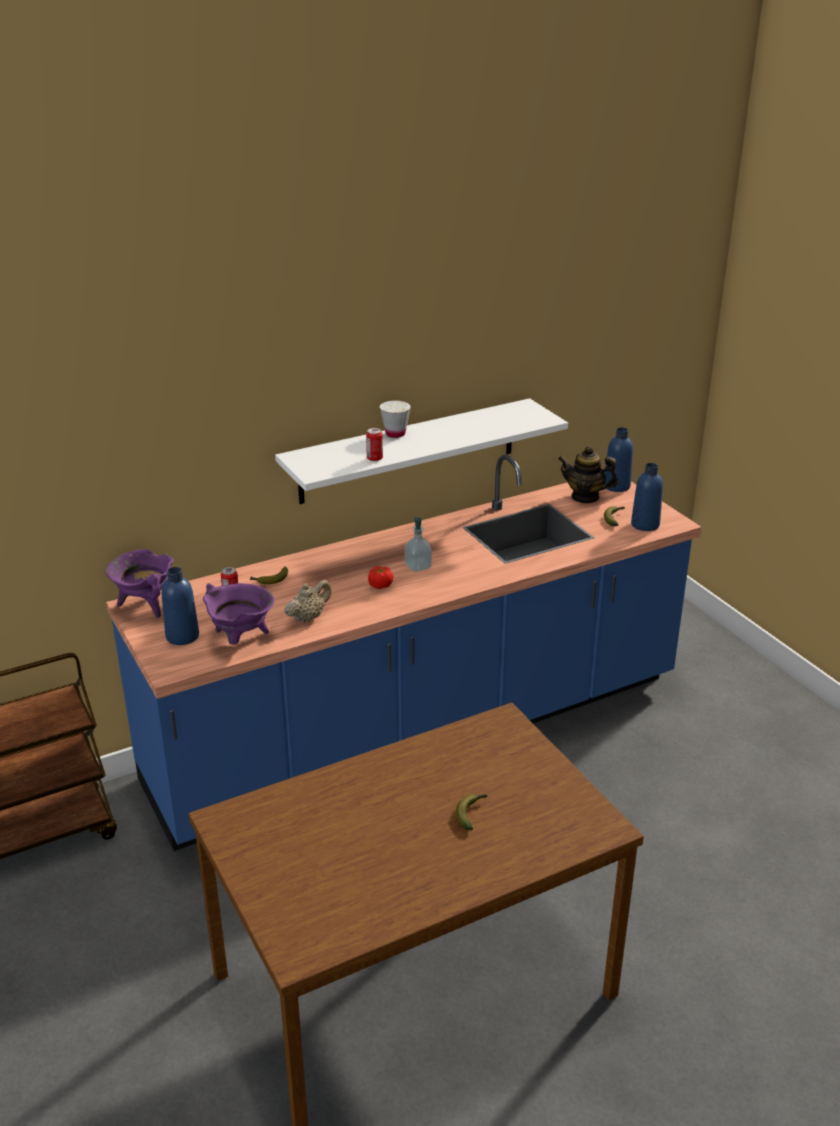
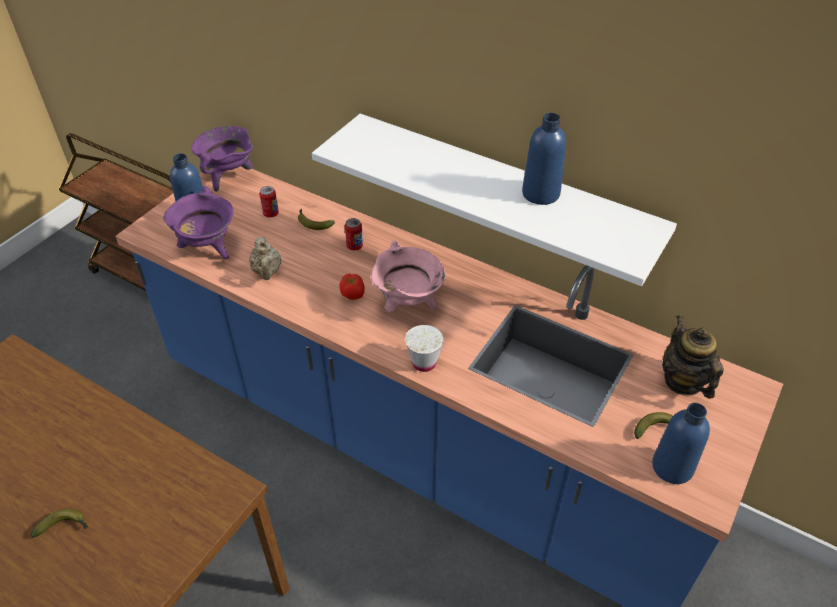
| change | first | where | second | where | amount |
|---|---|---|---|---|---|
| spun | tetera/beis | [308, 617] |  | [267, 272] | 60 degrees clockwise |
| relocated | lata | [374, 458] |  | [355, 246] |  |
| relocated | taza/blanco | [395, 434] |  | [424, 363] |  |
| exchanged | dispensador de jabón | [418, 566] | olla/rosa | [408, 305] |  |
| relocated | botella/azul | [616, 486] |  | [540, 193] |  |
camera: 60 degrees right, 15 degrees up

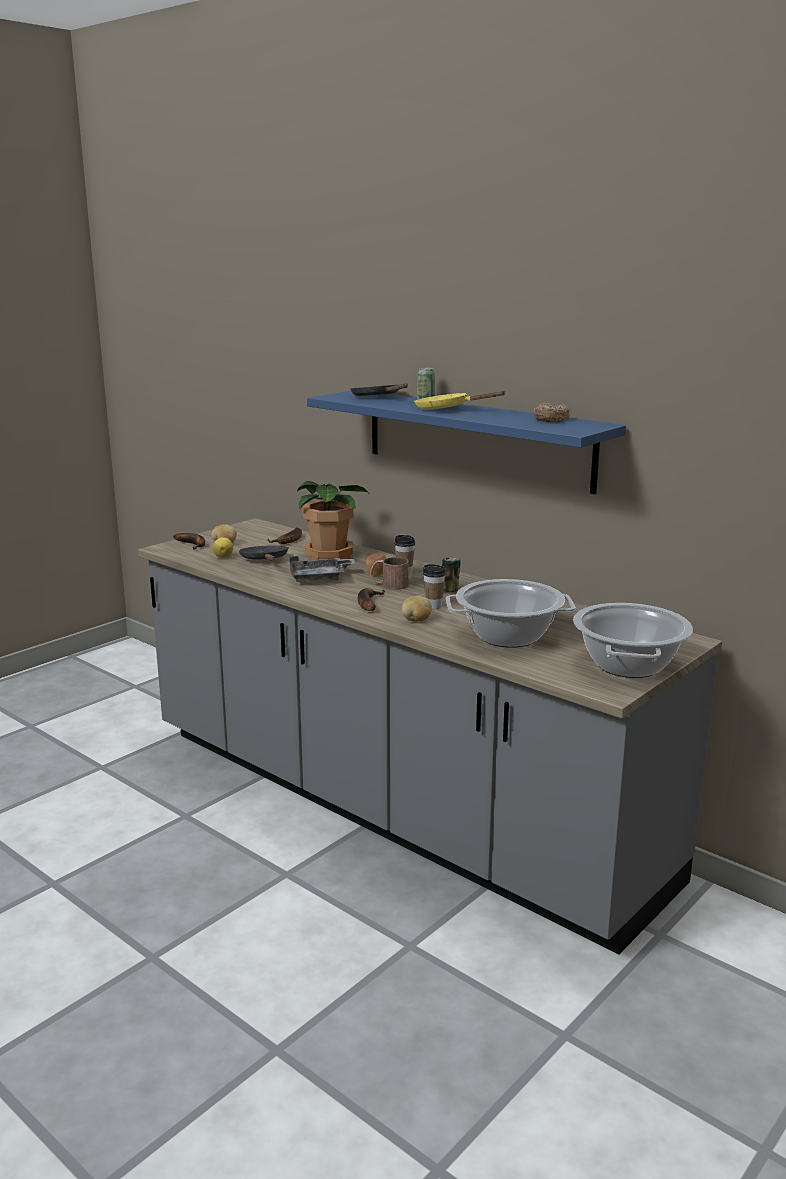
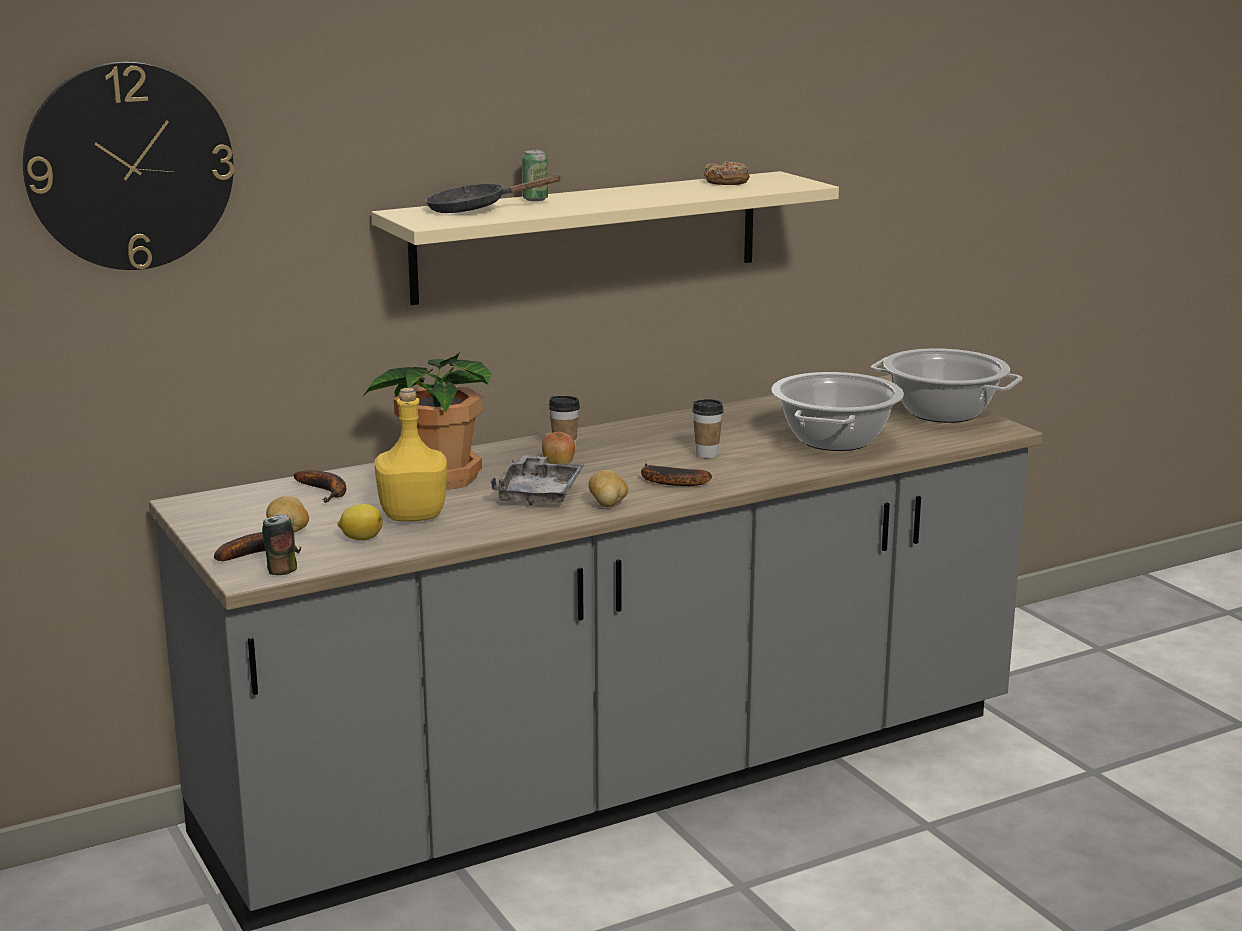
| change | first | where | second | where | amount |
|---|---|---|---|---|---|
| exchanged | sartén/negro | [265, 560] | botella/amarillo | [414, 515] |  |
| colour | estante/azul | [476, 439] | estante/beis | [588, 236] |  |
| missing | taza grande/marrón | [389, 585] |  |  |  |
| relocated | patata | [416, 620] |  | [608, 505] |  |
| missing | sartén/amarillo | [448, 409] |  |  |  |
| relocated | lata | [450, 590] |  | [281, 571] |  |
| appeared |  |  | reloj de pared | [129, 166] |  |
camera: 70 degrees left, 0 degrees up

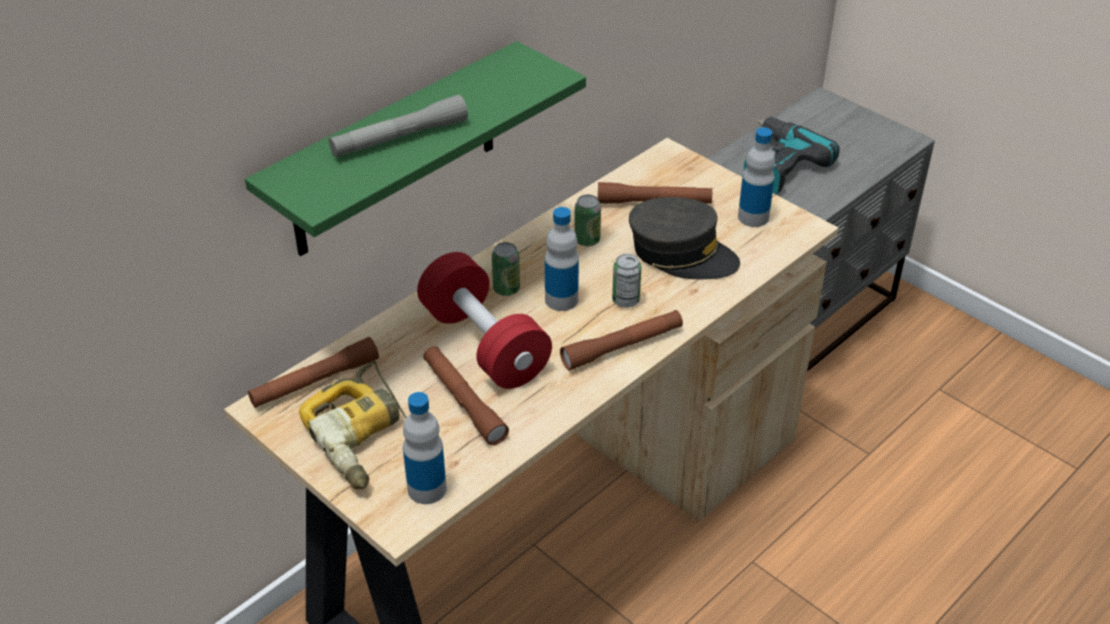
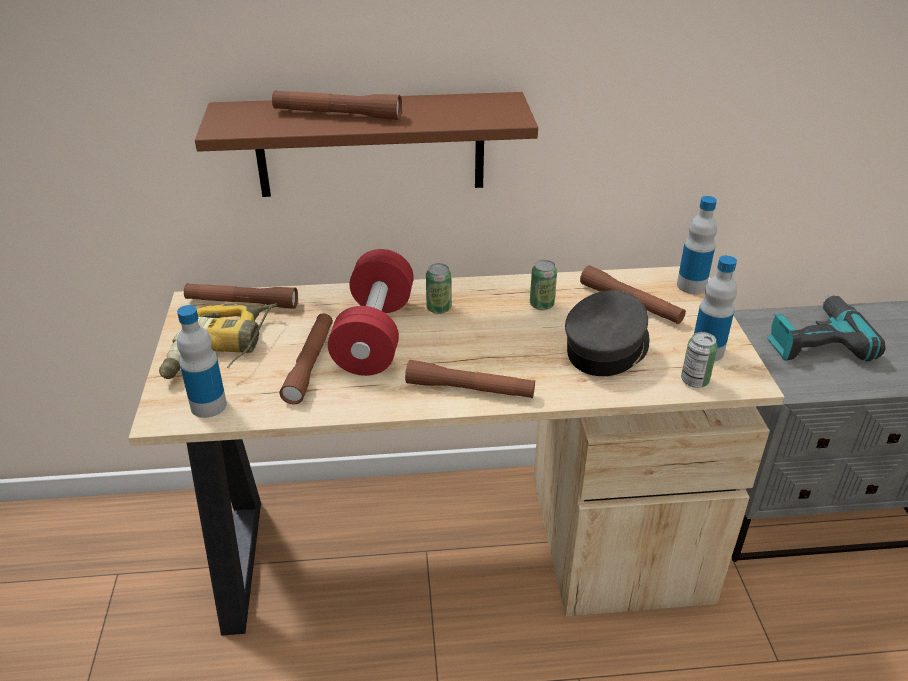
| change | first | where | second | where | amount |
|---|---|---|---|---|---|
| colour | estante/verde | [394, 152] | estante/marrón | [370, 145] |  |
| colour | linterna/gris | [399, 138] | linterna/marrón | [337, 115] |  |
| relocated | botella | [561, 300] |  | [691, 286] |  |
| relocated | lata | [625, 300] |  | [694, 381] |  |
| spun | gorra/gris | [681, 253] |  | [607, 348] | 120 degrees counterclockwise |
camera: 40 degrees right, 5 degrees down

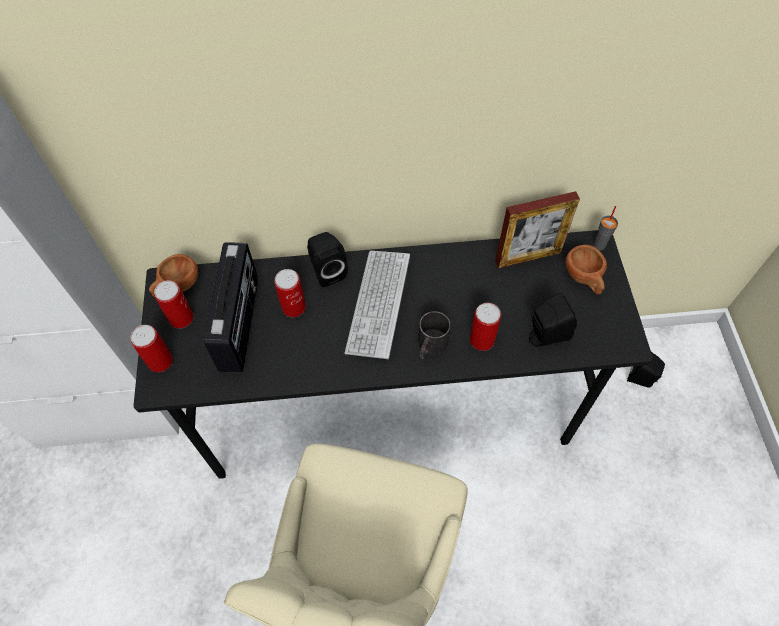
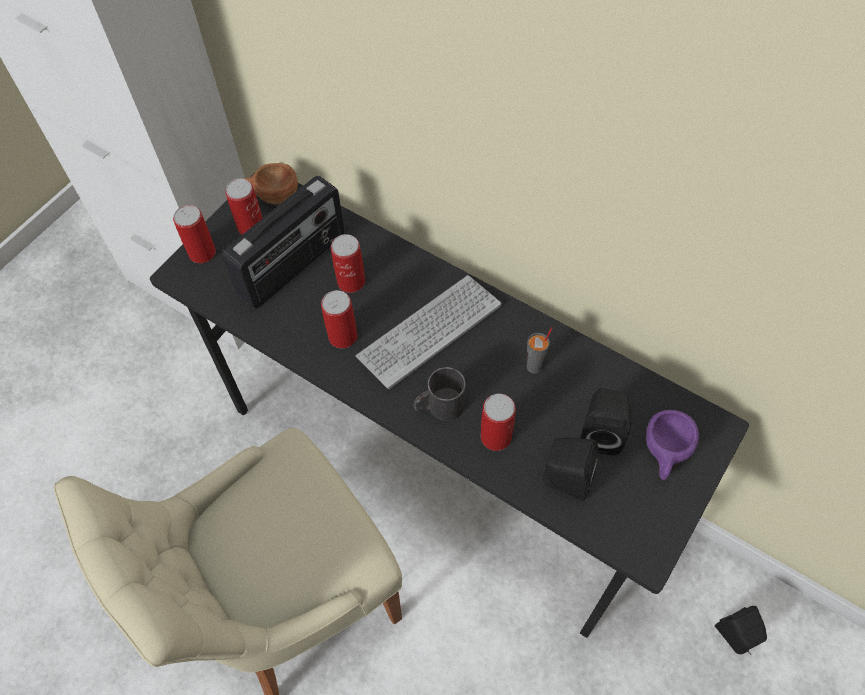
| change | first | where | second | where | amount |
|---|---|---|---|---|---|
| relocated | altavoz/negro | [327, 271] |  | [601, 432] |  |
| missing | portarretratos | [528, 257] |  |  |  |
| colour | taza/marrón | [584, 279] | taza/morado | [665, 453] |  |
| relocated | taza/gris | [599, 245] |  | [534, 367] |  |
| appeared |  |  | lata | [343, 336] |  |
camera: 40 degrees right, 0 degrees up

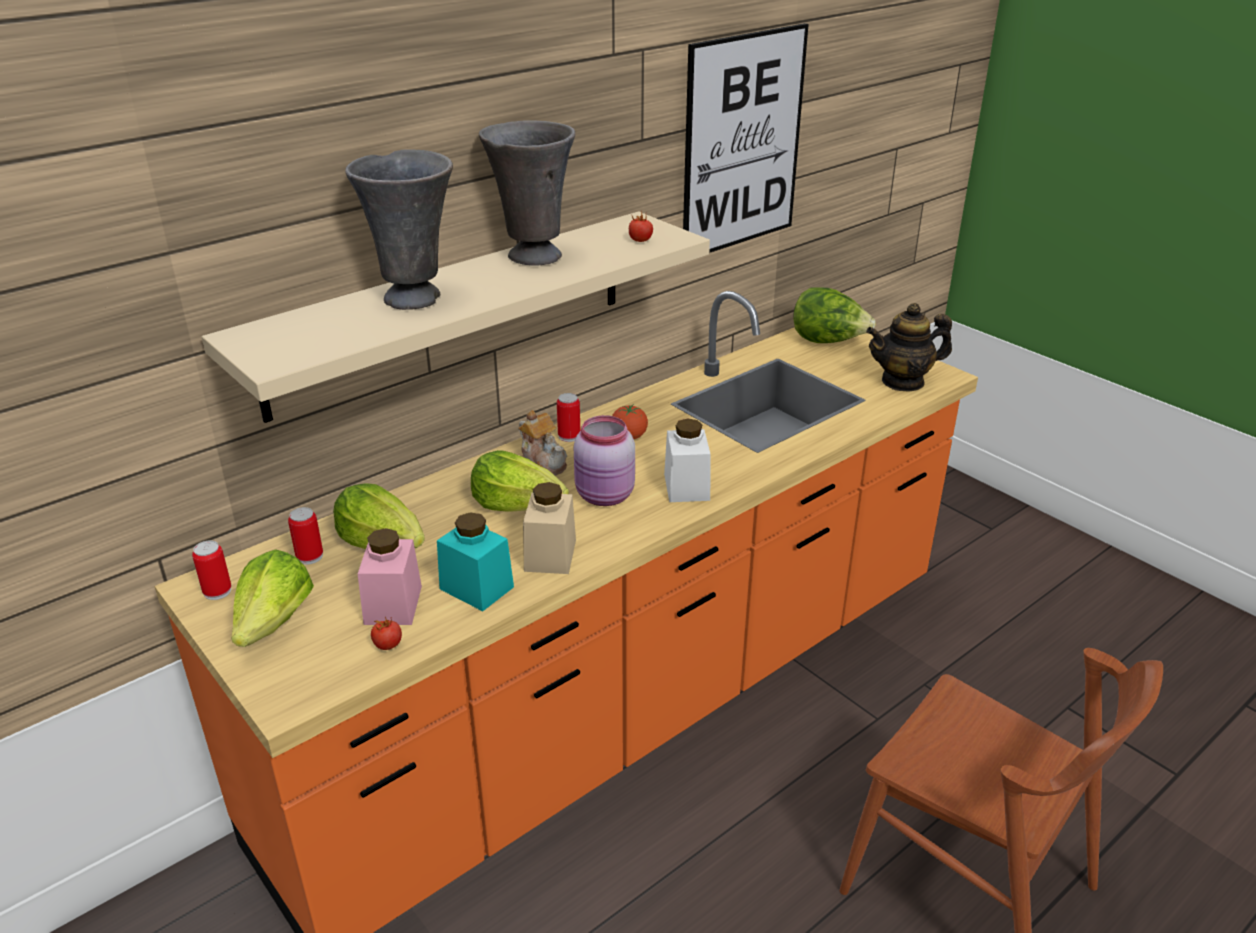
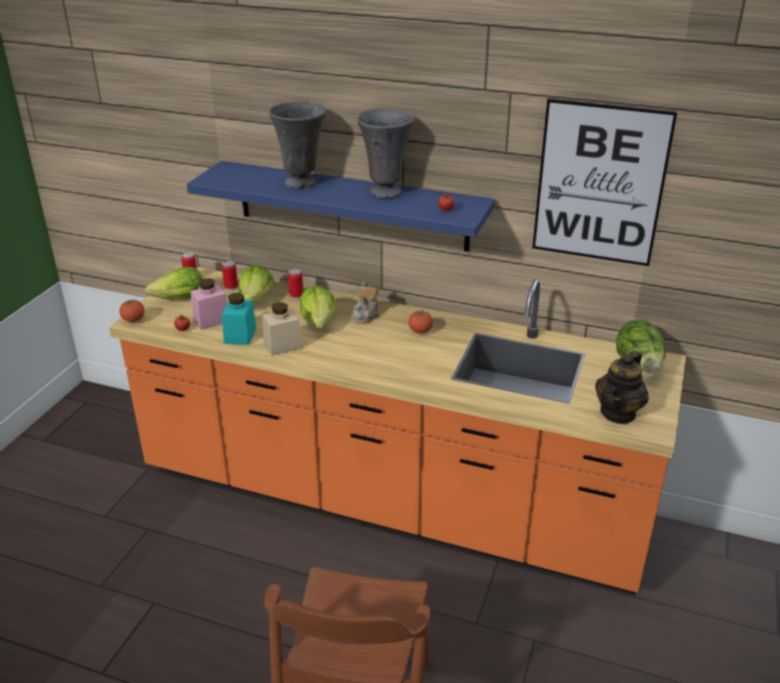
| change | first | where | second | where | amount |
|---|---|---|---|---|---|
| colour | estante/beis | [452, 311] | estante/azul | [351, 205] |  |
| relocated | lata | [569, 436] |  | [296, 296] |  |
| missing | tarro/rosa | [605, 496] |  |  |  |
| missing | tarro/blanco | [686, 487] |  |  |  |
| spun | tetera | [903, 381] |  | [618, 413] | 105 degrees counterclockwise |
| appeared |  |  | tomate | [133, 320] |  |
camera: 60 degrees right, 0 degrees up

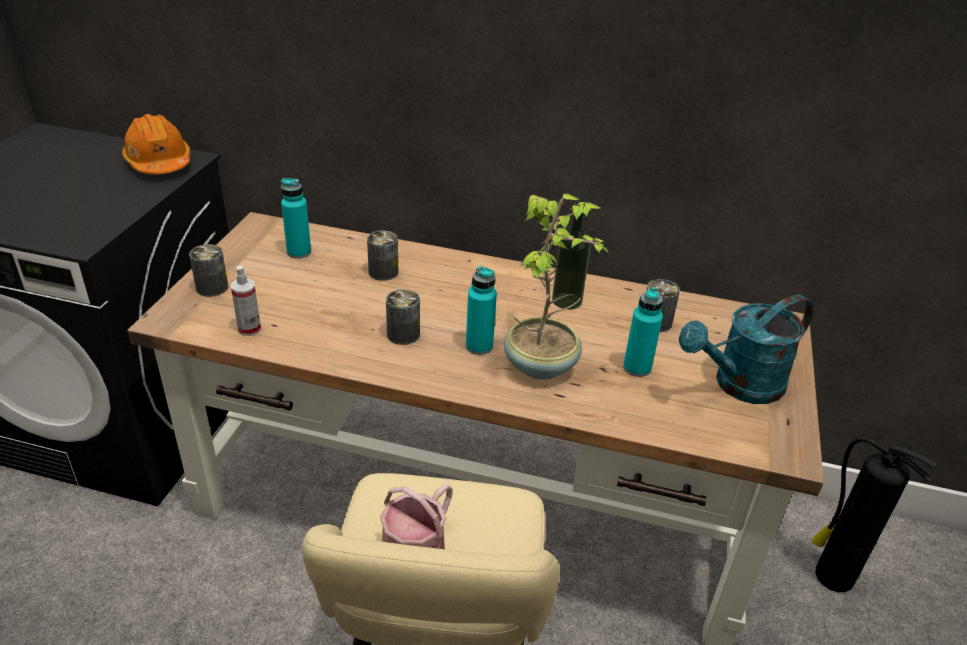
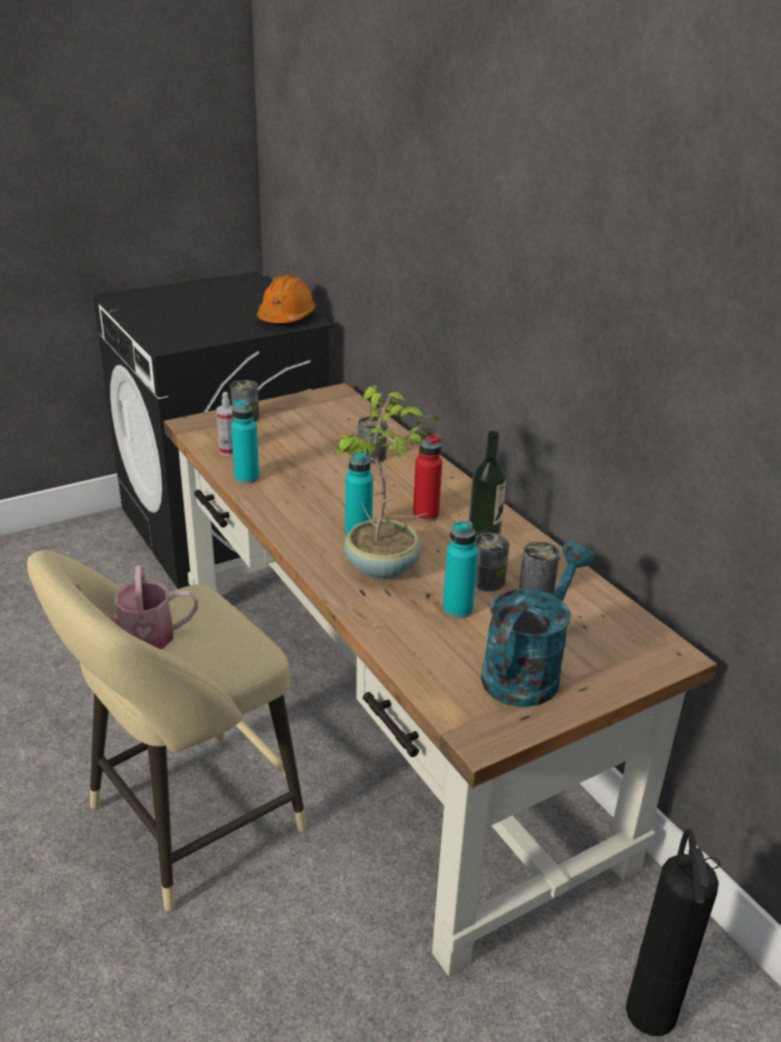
| change | first | where | second | where | amount |
|---|---|---|---|---|---|
| relocated | botella/turquesa | [299, 252] |  | [246, 478] |  |
| relocated | lata | [403, 334] |  | [487, 581] |  |
| spun | regadera/turquesa | [739, 385] |  | [527, 669] | 105 degrees clockwise |
| appeared |  |  | botella/rojo | [425, 515] |  |
camera: 45 degrees right, 5 degrees down

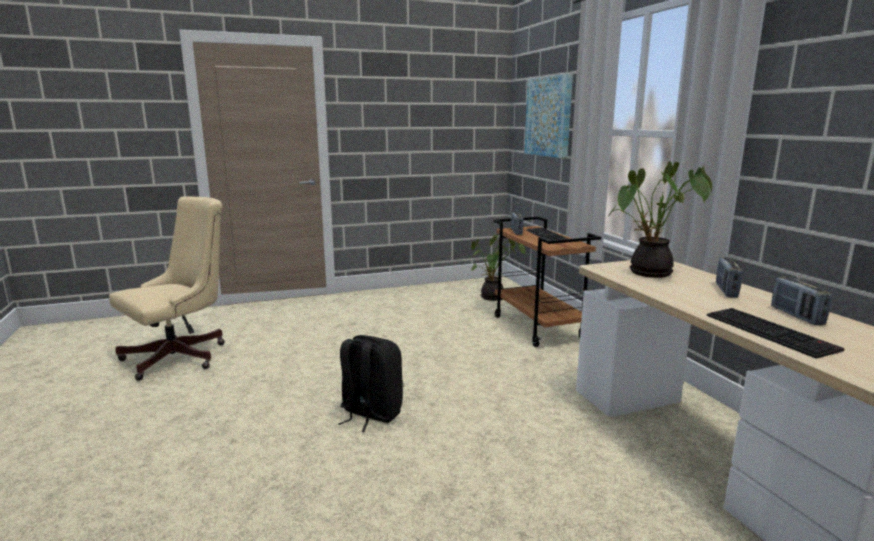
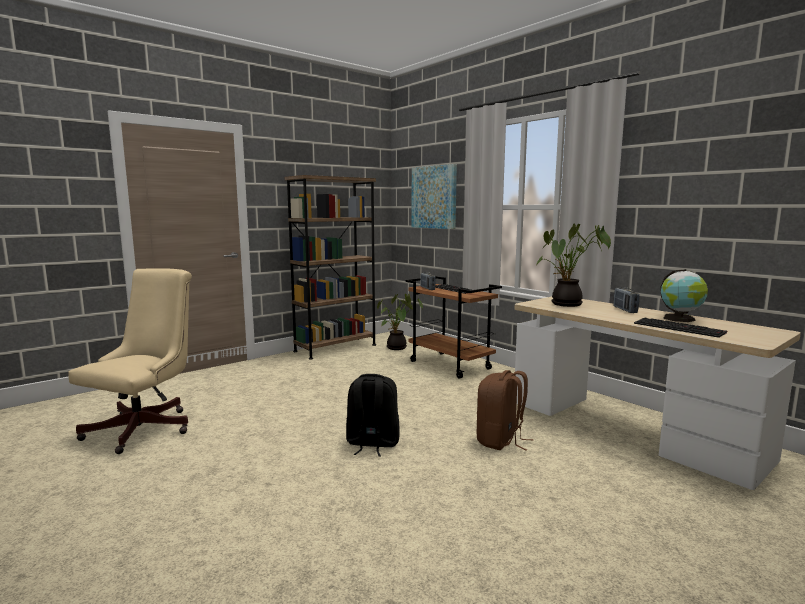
| change | first | where | second | where | amount |
|---|---|---|---|---|---|
| exchanged | radio | [796, 316] | globo terráqueo | [680, 319] |  |
| appeared |  |  | estantería/marrón | [335, 348] |  |
| appeared |  |  | mochila/marrón | [500, 441] |  |
camera: 20 degrees left, 5 degrees down

